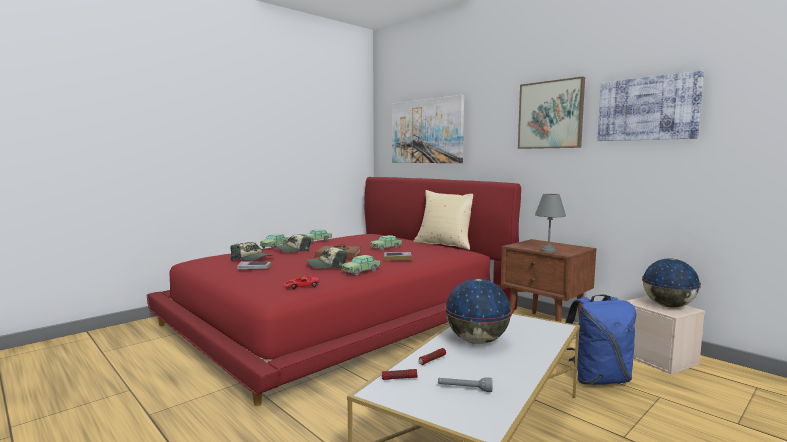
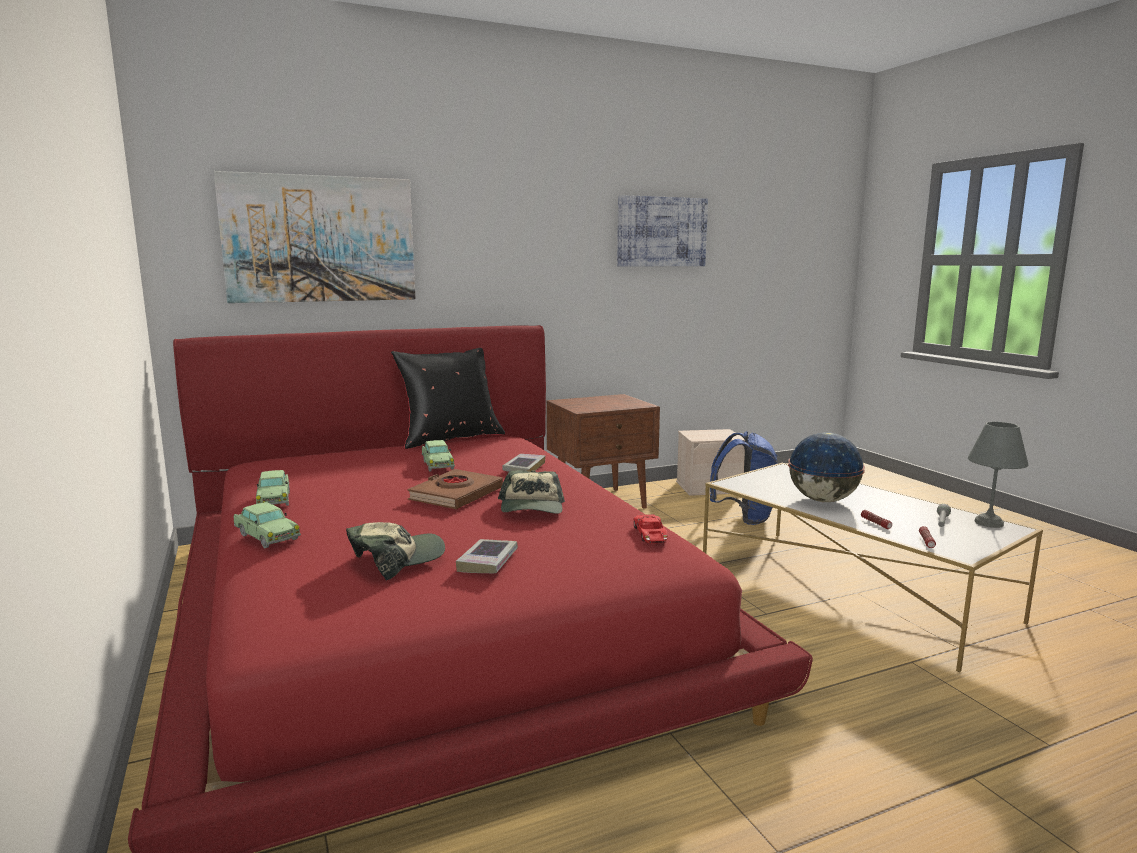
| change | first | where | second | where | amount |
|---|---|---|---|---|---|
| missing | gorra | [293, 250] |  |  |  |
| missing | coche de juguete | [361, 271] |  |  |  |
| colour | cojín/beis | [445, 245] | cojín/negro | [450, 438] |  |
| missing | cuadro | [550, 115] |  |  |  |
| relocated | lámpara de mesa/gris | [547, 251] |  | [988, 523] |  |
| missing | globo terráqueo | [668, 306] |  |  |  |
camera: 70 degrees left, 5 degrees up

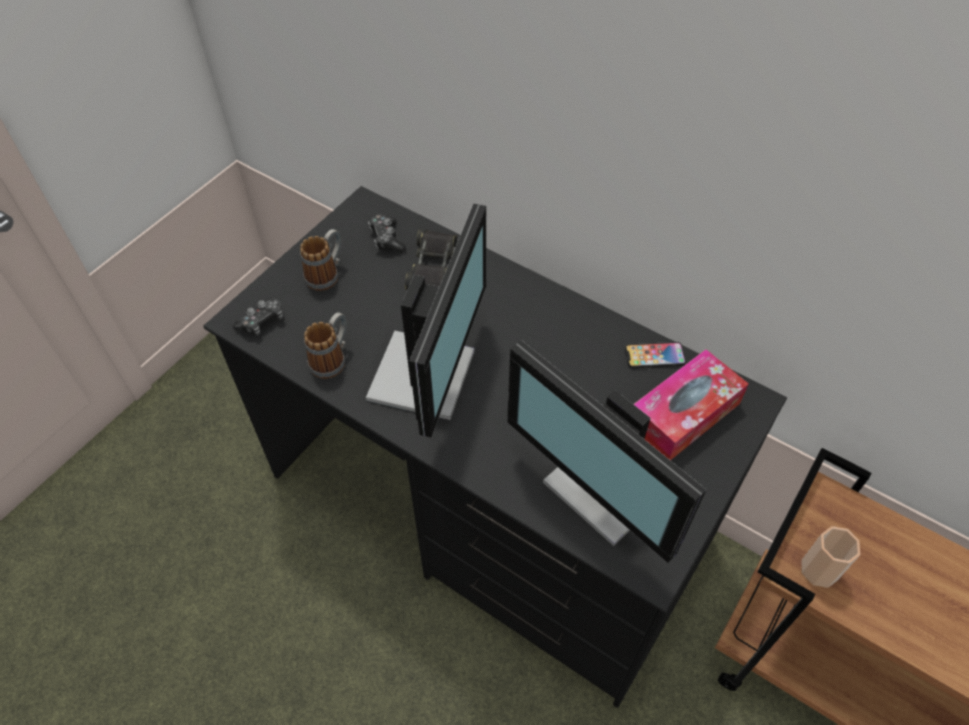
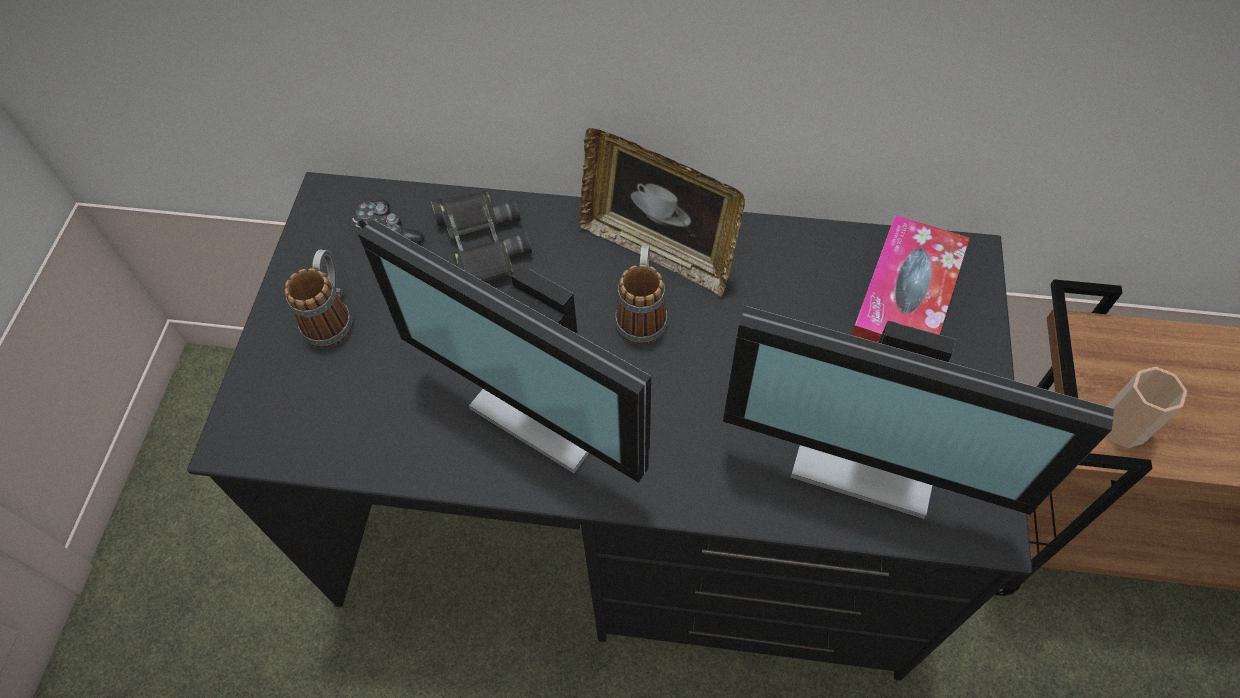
| change | first | where | second | where | amount |
|---|---|---|---|---|---|
| missing | mando de consola | [262, 321] |  |  |  |
| relocated | taza grande | [332, 359] |  | [642, 313] |  |
| spun | monitor | [427, 375] |  | [556, 400] | 135 degrees clockwise |
| missing | móvil | [654, 356] |  |  |  |
| appeared |  |  | portarretratos | [658, 249] |  |
camera: 25 degrees left, 5 degrees up

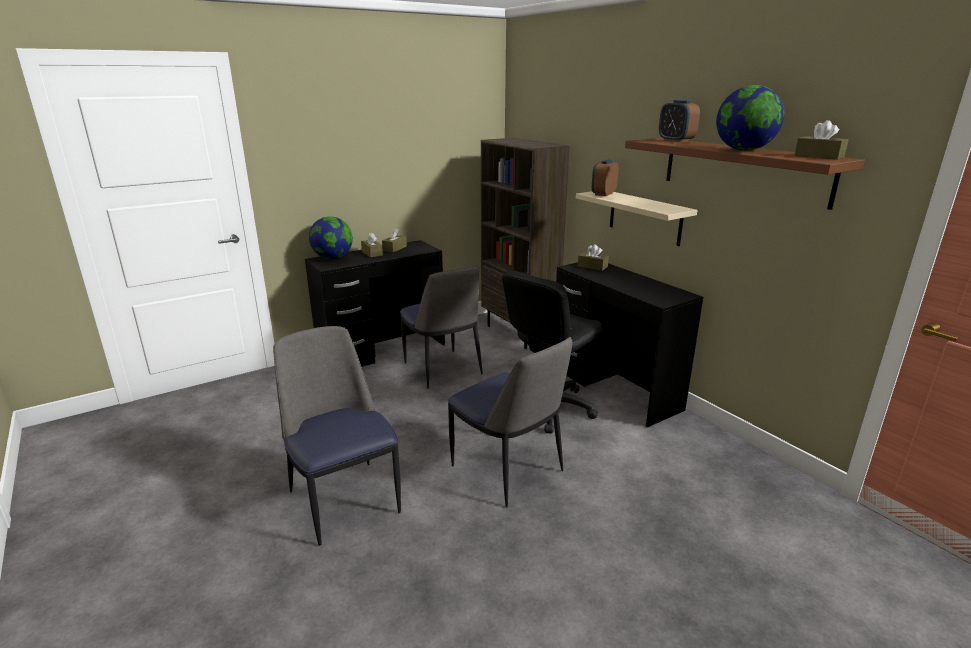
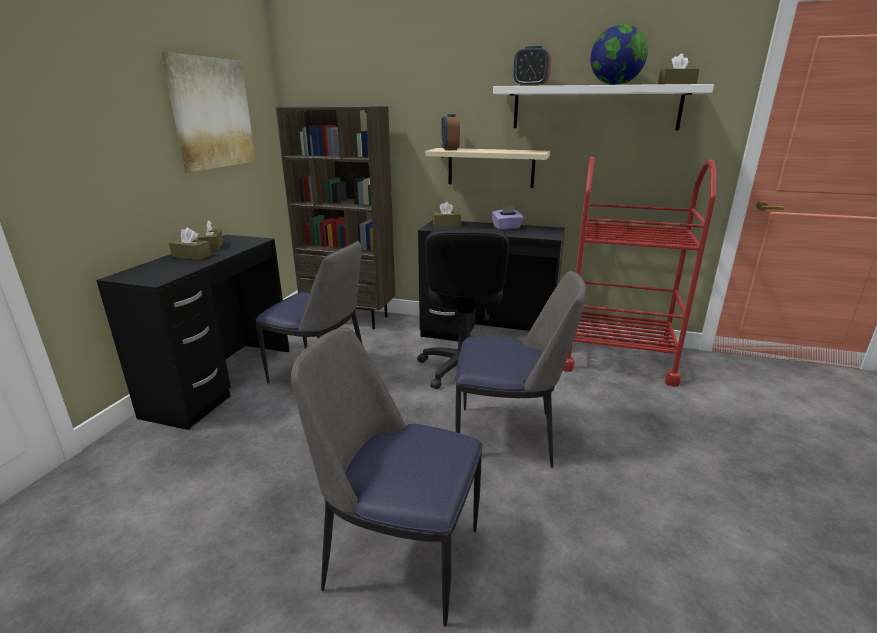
| change | first | where | second | where | amount |
|---|---|---|---|---|---|
| missing | globo terráqueo | [333, 258] |  |  |  |
| colour | estante/marrón | [743, 170] | estante/blanco | [595, 108] |  |
| appeared |  |  | cuadro | [212, 113] |  |
| appeared |  |  | caja de pañuelos/morado | [506, 227] |  |
| appeared |  |  | carrito/rojo | [616, 359] |  |
camera: 40 degrees left, 0 degrees up

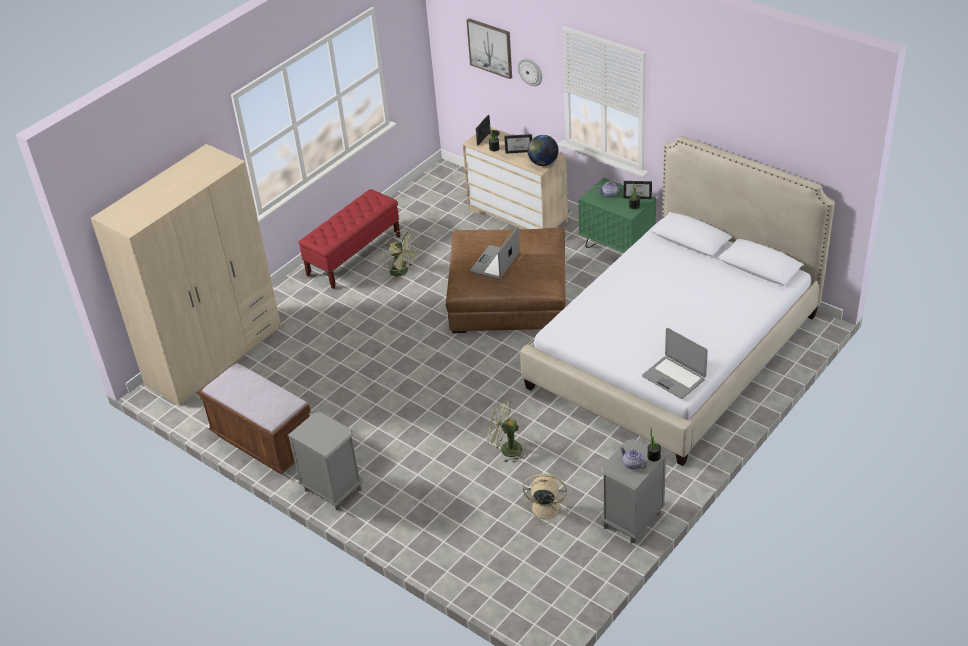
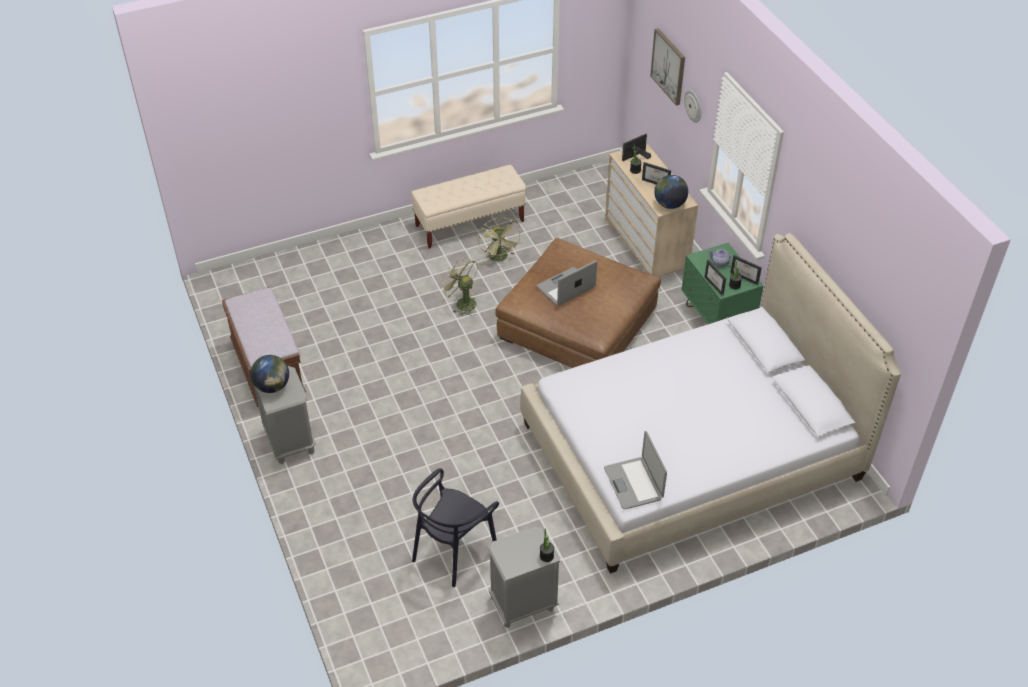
| change | first | where | second | where | amount |
|---|---|---|---|---|---|
| missing | armario ropero/beis | [214, 355] |  |  |  |
| colour | banco/rojo | [354, 256] | banco/beis | [470, 224] |  |
| relocated | ventilador/verde | [506, 449] |  | [462, 302] |  |
| exchanged | ventilador/beis | [544, 508] | silla/negro | [453, 551] |  |
| missing | tetera | [633, 464] |  |  |  |
| appeared |  |  | globo terráqueo | [272, 386] |  |
| appeared |  |  | portarretratos | [717, 285] |  |
camera: 25 degrees right, 5 degrees up

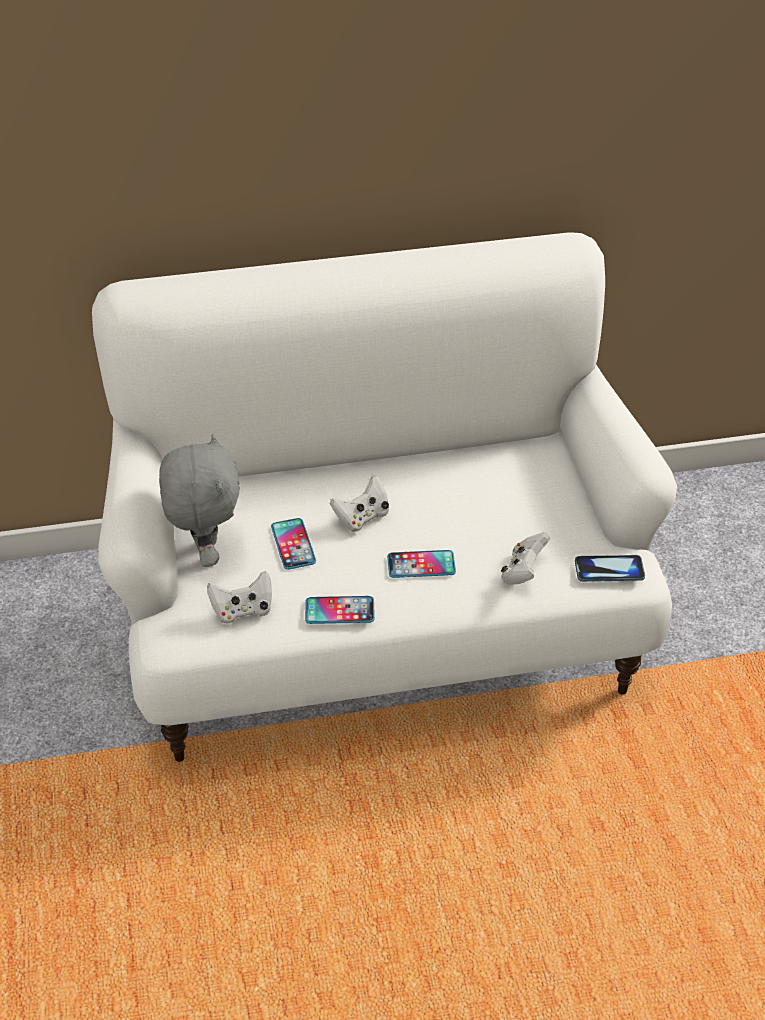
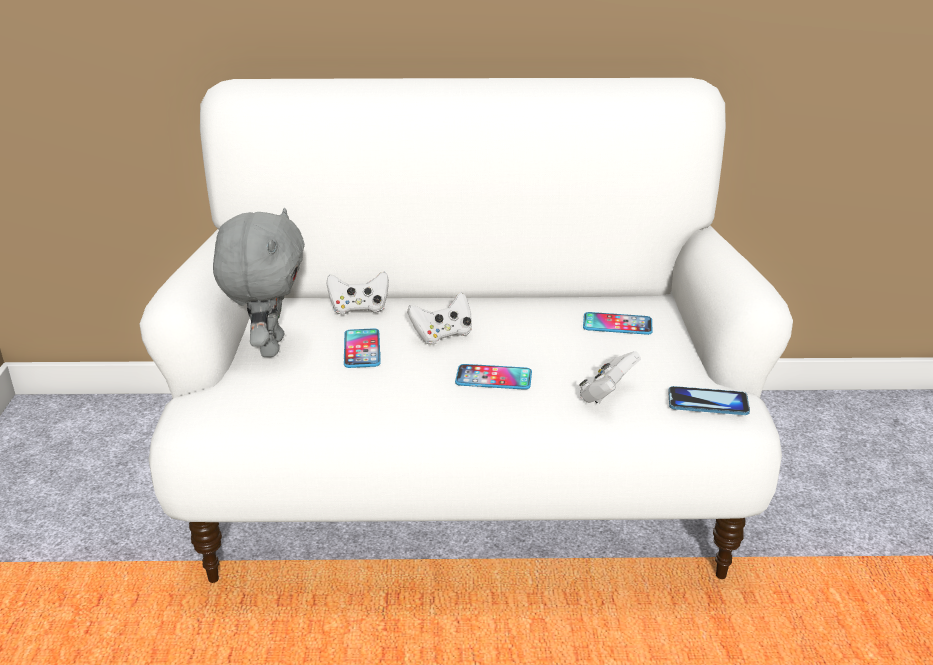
| change | first | where | second | where | amount |
|---|---|---|---|---|---|
| relocated | mando de consola/blanco | [243, 610] |  | [359, 308] |  |
| relocated | móvil | [339, 611] |  | [617, 325] |  |
camera: 10 degrees right, 15 degrees down

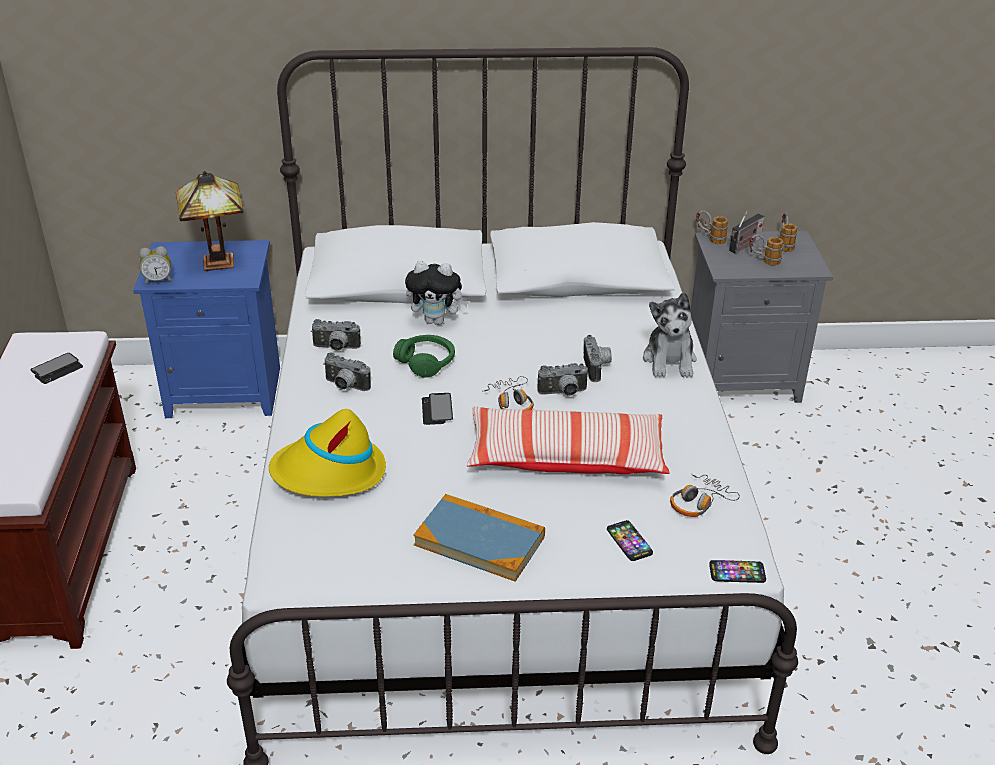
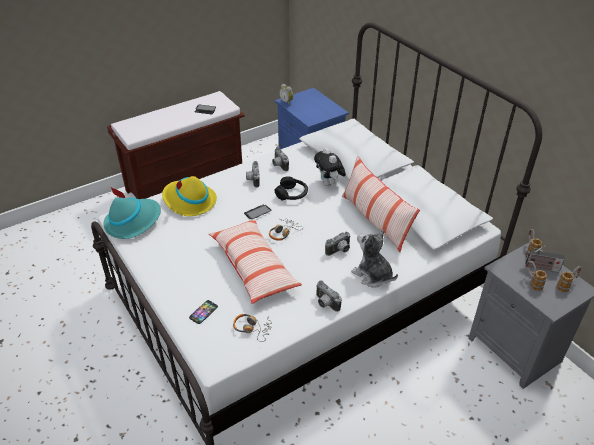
| change | first | where | second | where | amount |
|---|---|---|---|---|---|
| missing | lámpara de mesa | [220, 263] |  |  |  |
| colour | auriculares/verde | [426, 362] | auriculares/negro | [292, 194] |  |
| missing | libro | [479, 541] |  |  |  |
| relocated | cámara | [563, 393] |  | [325, 304] |  |
| spun | peluche | [670, 360] |  | [372, 275] | 75 degrees clockwise |
| missing | móvil | [737, 572] |  |  |  |
| appeared |  |  | sombrero/turquesa | [133, 222] |  |
| appeared |  |  | cojín | [375, 220] |  |
camera: 60 degrees right, 5 degrees up

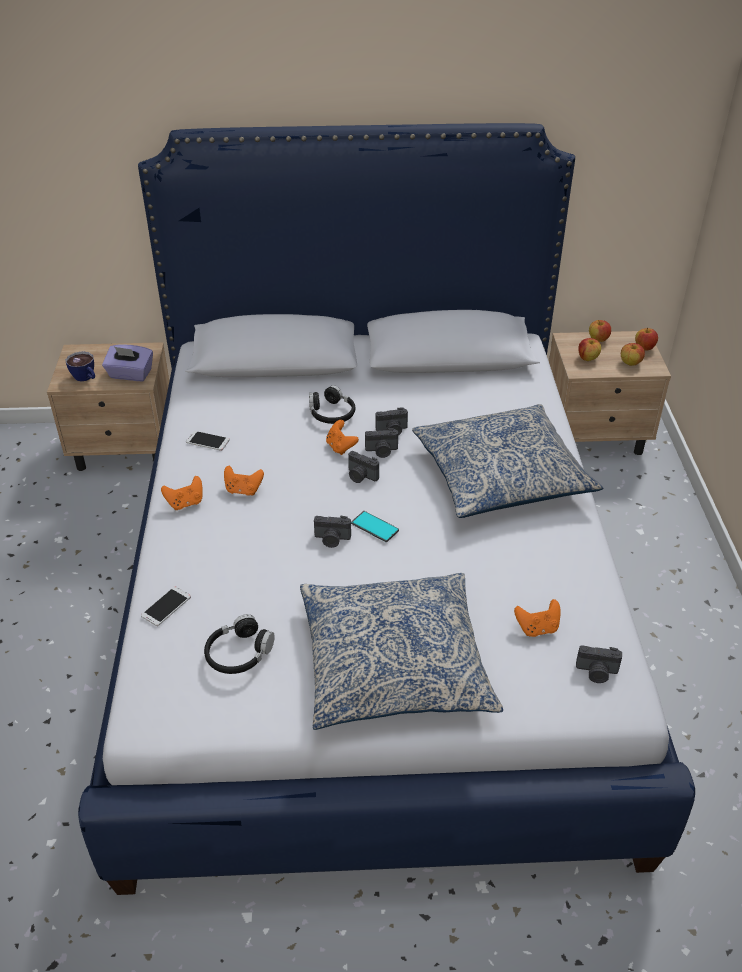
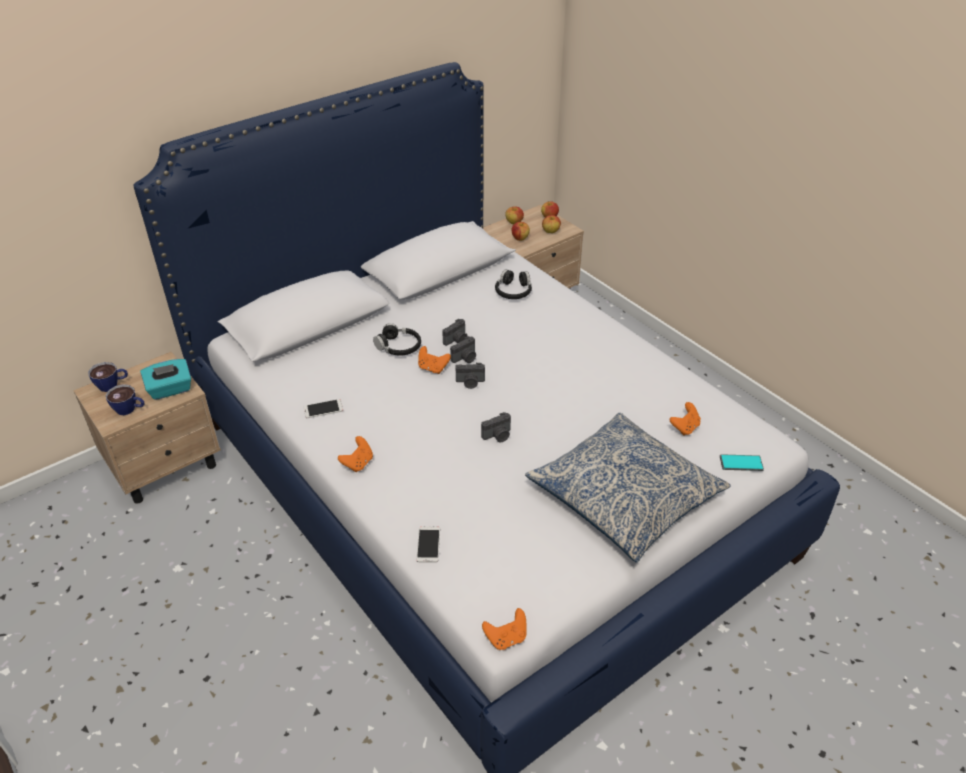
| change | first | where | second | where | amount |
|---|---|---|---|---|---|
| colour | caja de pañuelos/morado | [130, 374] | caja de pañuelos/turquesa | [170, 390] |  |
| relocated | auriculares/negro | [239, 653] |  | [513, 291] |  |
| relocated | mando de consola/naranja | [243, 490] |  | [506, 638] |  |
| relocated | móvil | [374, 527] |  | [741, 463] |  |
| missing | cojín | [501, 475] |  |  |  |
| missing | cámara | [596, 672] |  |  |  |
| appeared |  |  | taza | [112, 385] |  |
camera: 35 degrees left, 0 degrees up

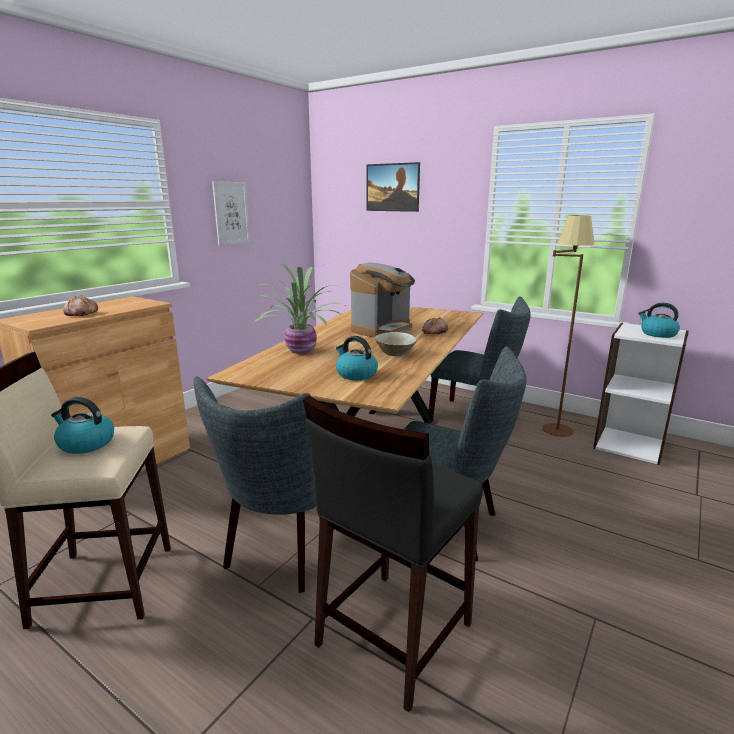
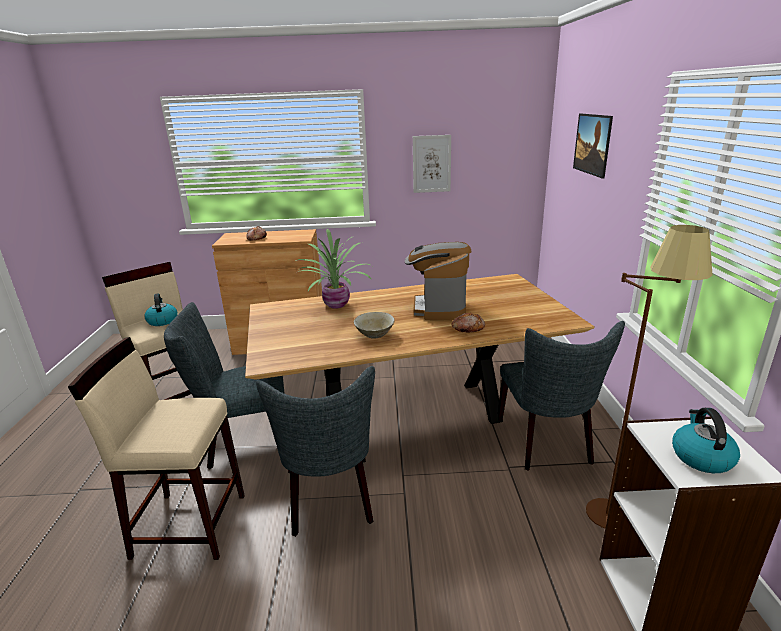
| change | first | where | second | where | amount |
|---|---|---|---|---|---|
| colour | taburete/negro | [392, 634] | taburete/beis | [189, 524] |  |
| missing | hervidor | [356, 374] |  |  |  |
| spun | cafetera | [382, 329] |  | [438, 308] | 90 degrees clockwise |
camera: 55 degrees right, 5 degrees up

